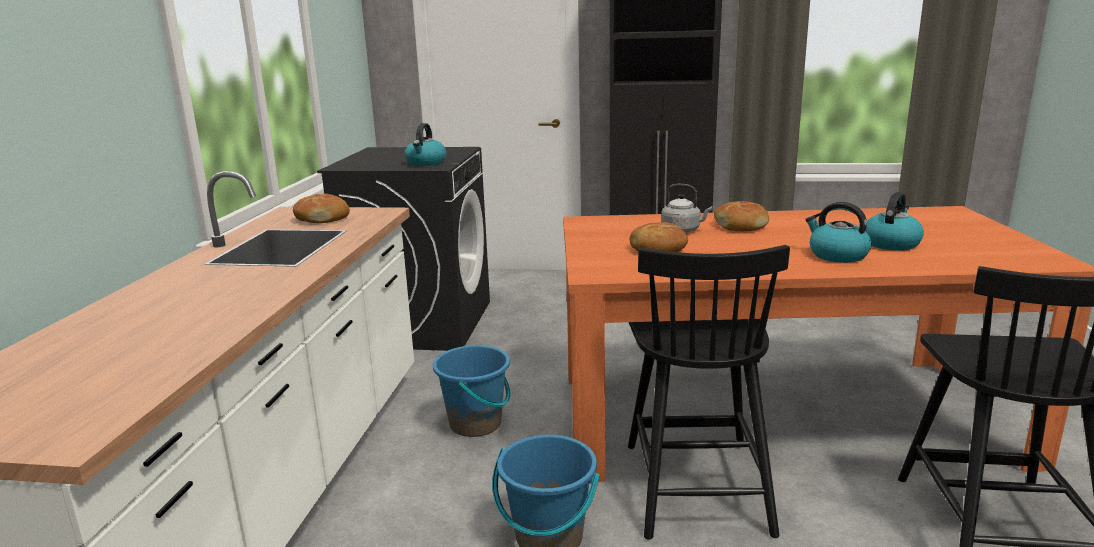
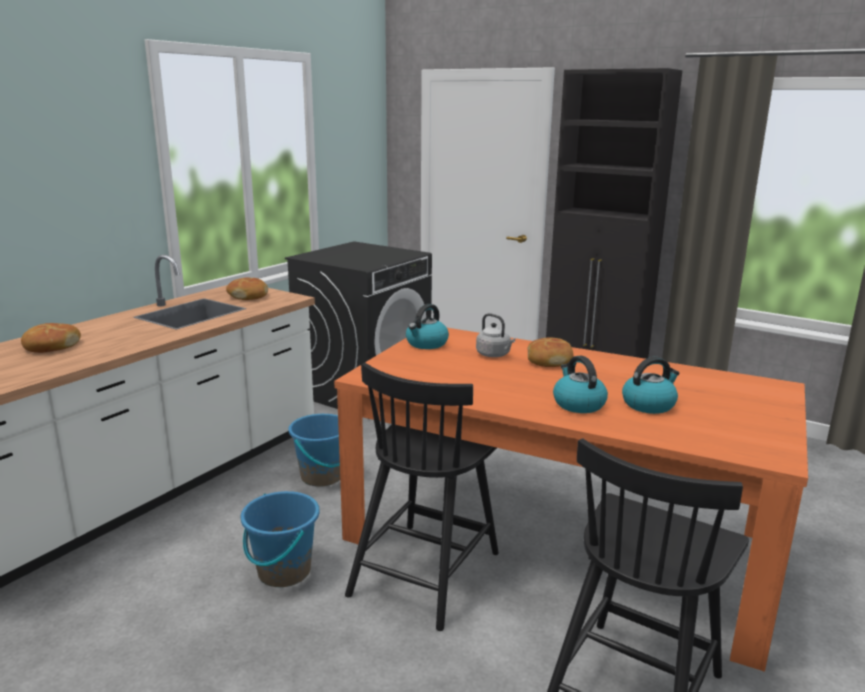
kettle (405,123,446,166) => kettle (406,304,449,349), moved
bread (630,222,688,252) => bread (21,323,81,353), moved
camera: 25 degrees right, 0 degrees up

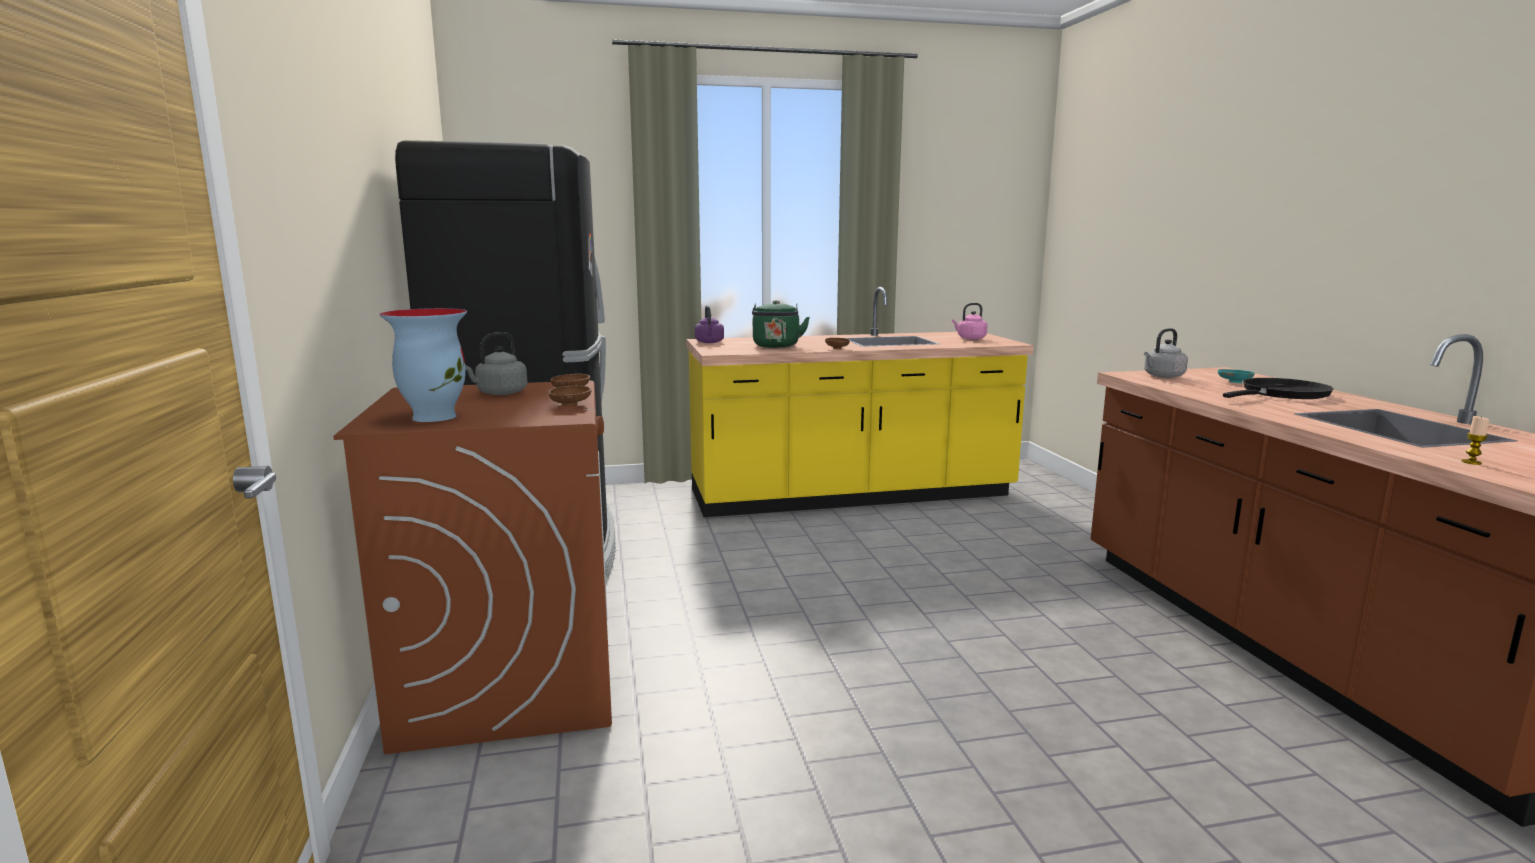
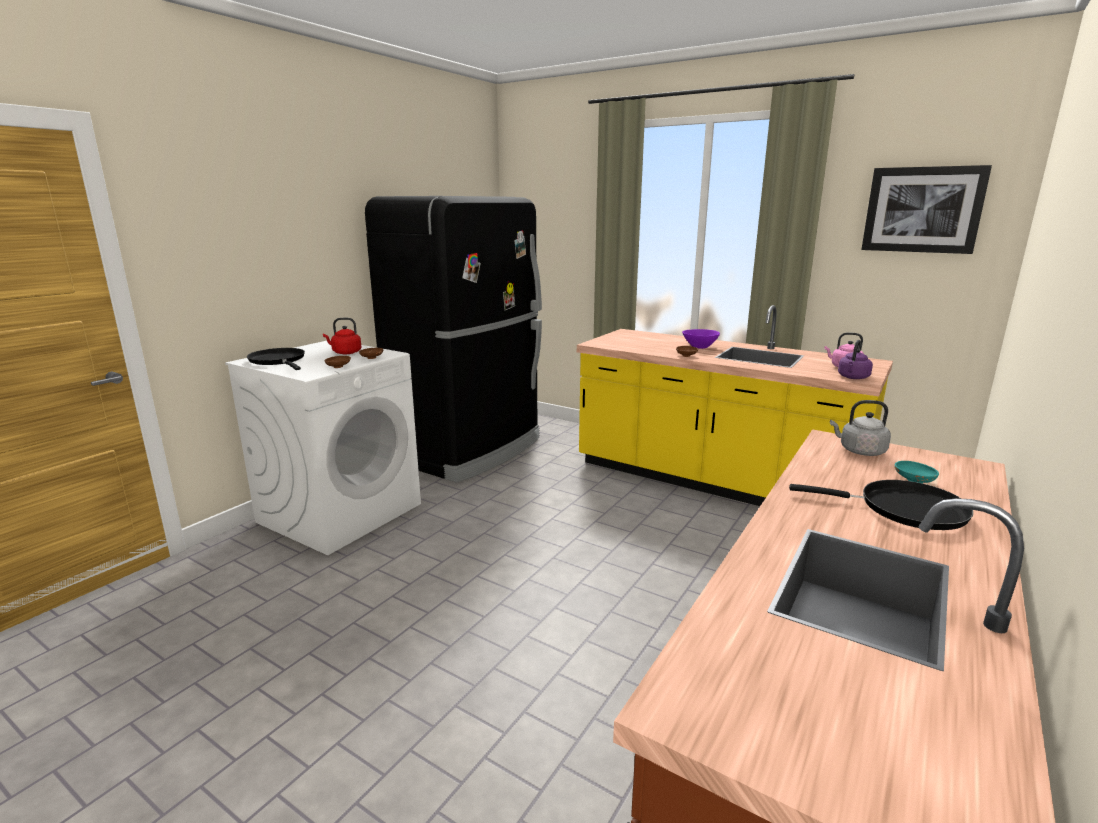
kettle (green) (752,300,810,348) => nothing
candle (1462,416,1489,465) => nothing
nothing => bowl (purple) (682,329,720,349)
nothing => picture (861,165,992,254)
kettle (purple) (695,305,724,343) => kettle (purple) (838,340,873,379), moved
vase (379,308,467,422) => frying pan (black) (247,348,305,370)
washing machine (brown) (333,380,612,754) => washing machine (white) (225,340,421,555)
kettle (grey) (465,332,527,395) => kettle (red) (323,318,361,354)
camera: 45 degrees right, 5 degrees up

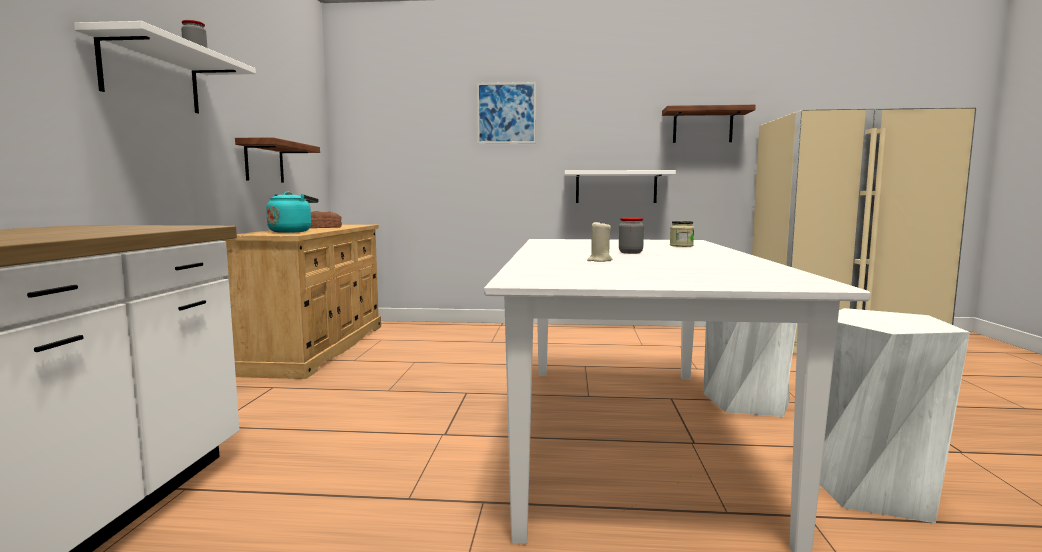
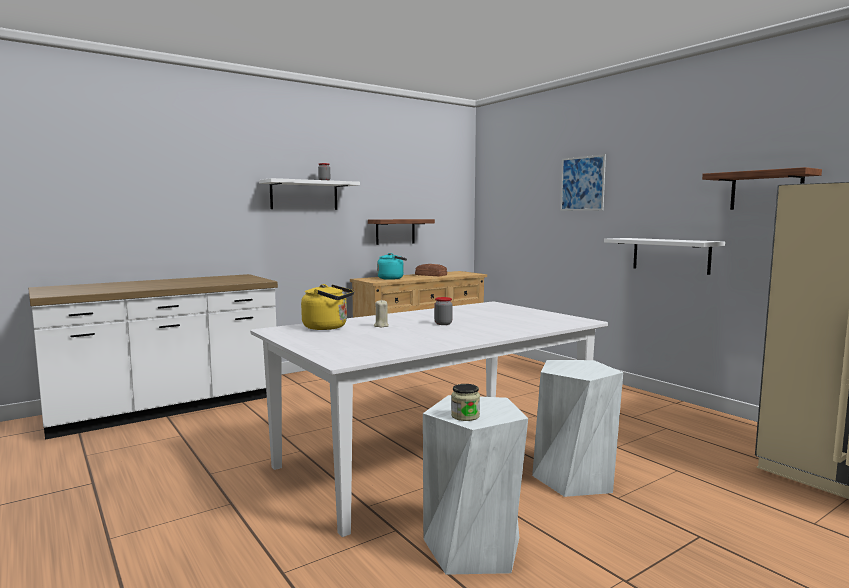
nothing => kettle (yellow) (301,284,354,330)
jar (670,221,694,247) => jar (451,384,480,421), moved
camera: 50 degrees right, 0 degrees up

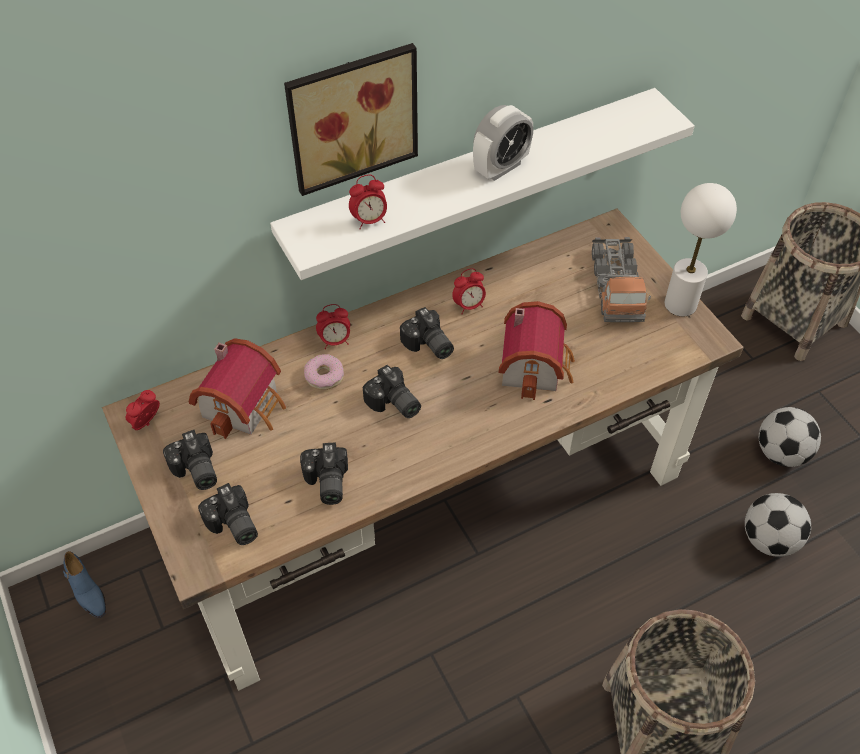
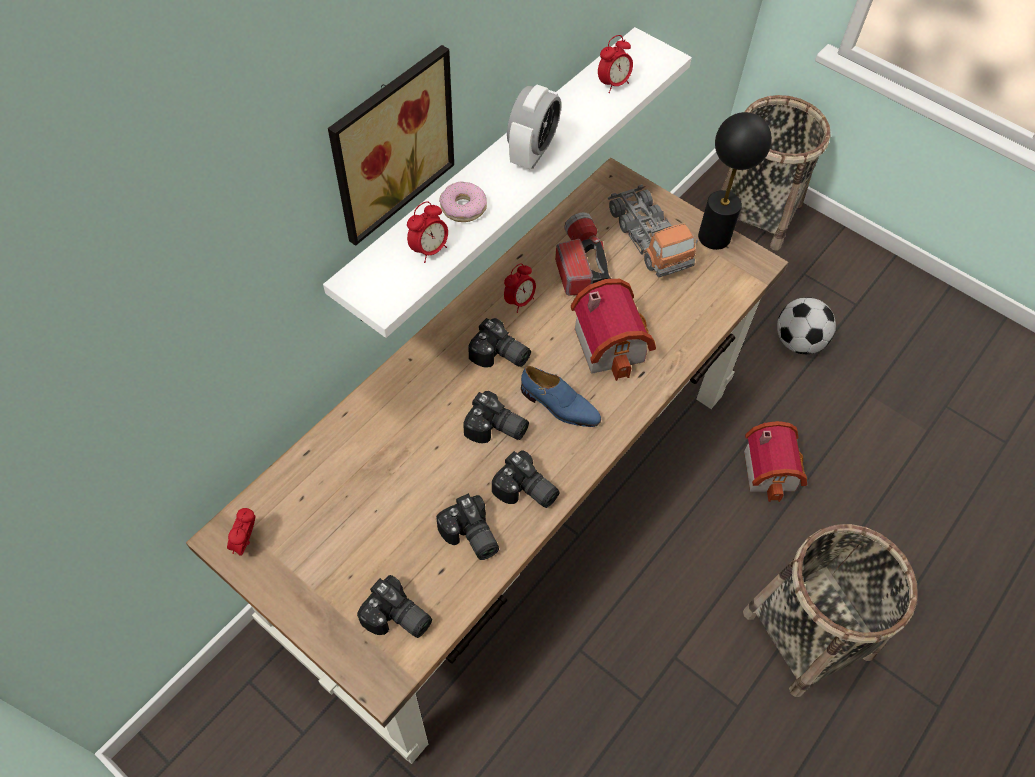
football (745,493,811,557) => nothing
nothing => flashlight (555,212,611,296)
shoe (blue) (63,551,106,618) => shoe (blue) (521,366,601,427), moved
photo camera (163,430,217,490) => photo camera (492,450,560,508), moved
toy house (189,338,286,439) => toy house (744,421,807,502), moved
donut (304,354,344,390) => donut (439,182,487,222), moved
alarm clock (316,304,350,349) => alarm clock (598,35,633,93), moved
table lamp (white) (664,183,737,316) => table lamp (black) (698,112,772,250)
camera: 25 degrees left, 5 degrees up

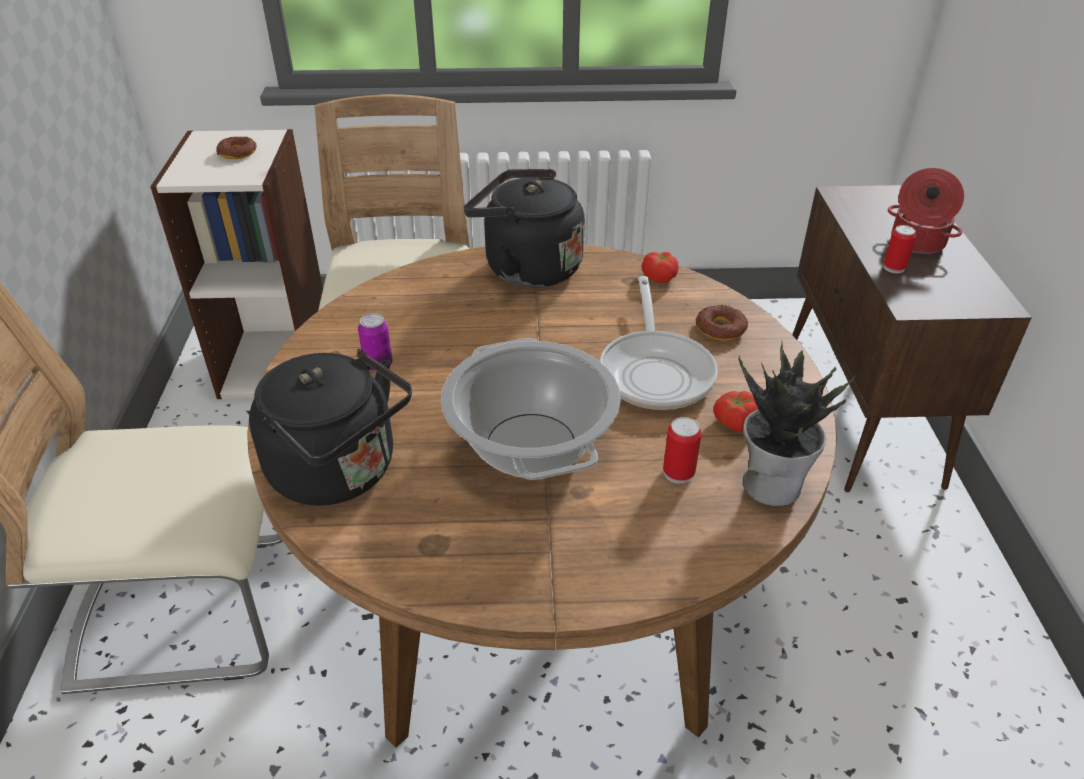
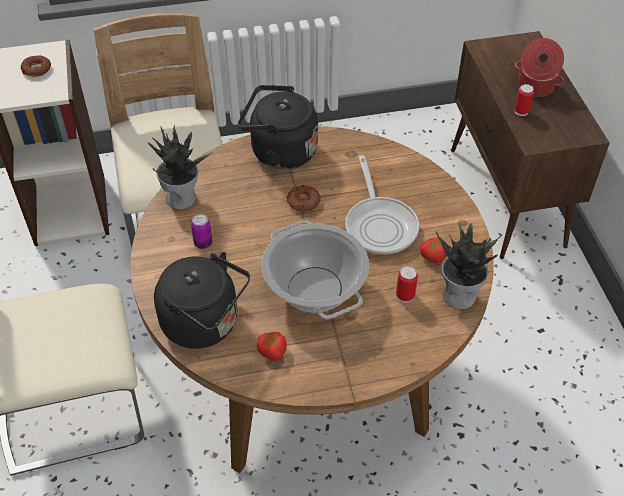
nothing => potted plant (148,125,212,210)
tomato (642,252,678,283) => tomato (257,332,287,361), moved
donut (695,305,748,341) => donut (287,185,321,212), moved
camera: 10 degrees left, 10 degrees up

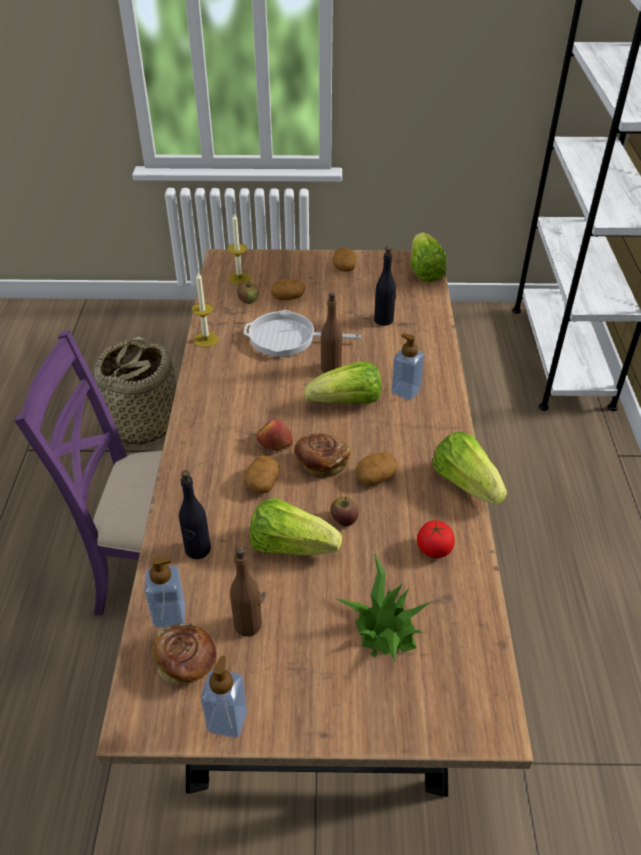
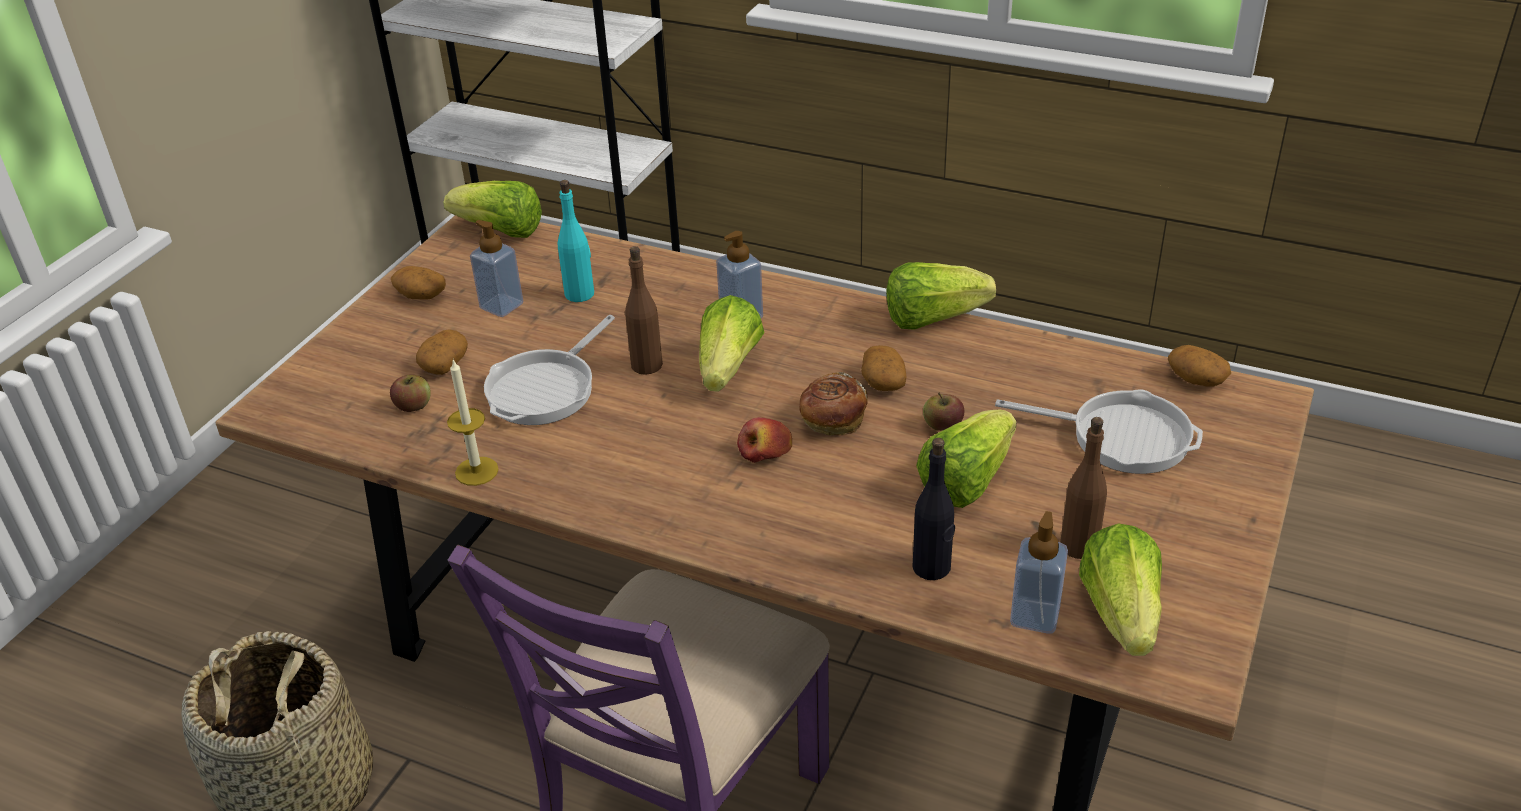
candle (227,213,251,285) => nothing
tomato (417,521,455,558) => nothing
soap dispenser (200,656,247,738) => soap dispenser (470,220,523,317), moved
potato (244,455,279,494) => potato (1168,345,1231,386), moved
bread (153,623,217,685) => lettuce (1079,524,1162,656)
potted plant (334,552,431,662) => frying pan (995,389,1203,474)
bottle (black) (374,246,396,326) => bottle (turquoise) (558,180,594,302)
camera: 65 degrees left, 5 degrees down

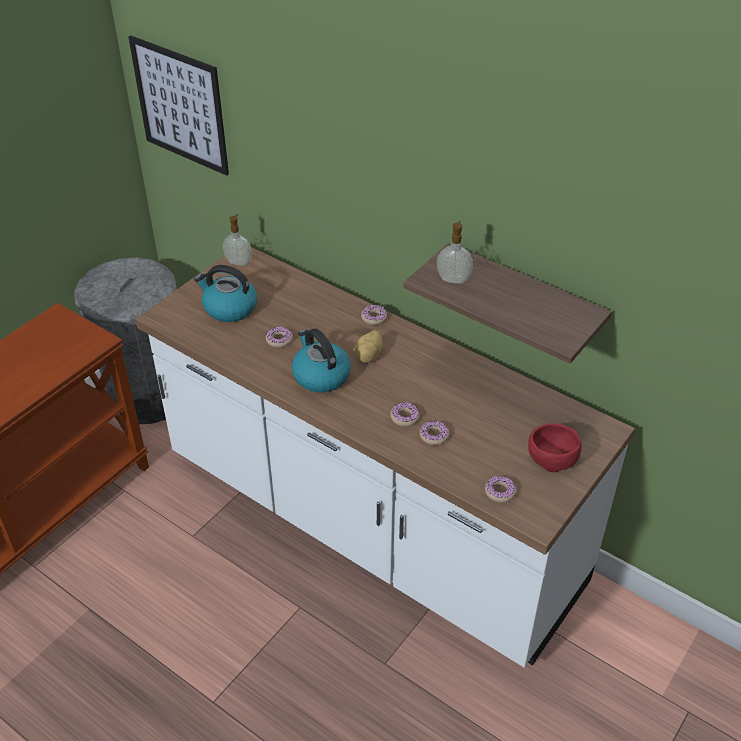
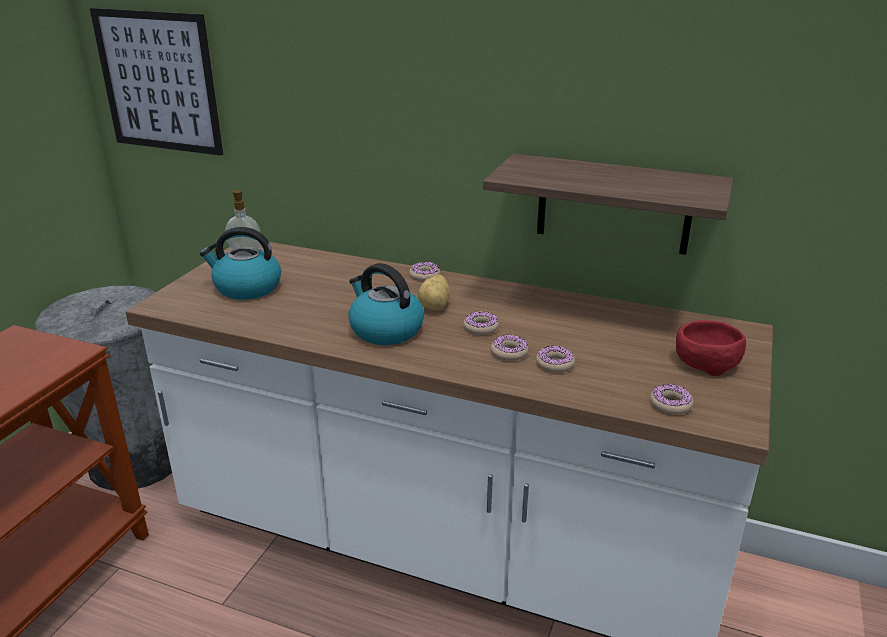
soap dispenser (437,221,473,284) => nothing
donut (266,326,293,348) => donut (463,311,499,335), moved
camera: 15 degrees left, 15 degrees down

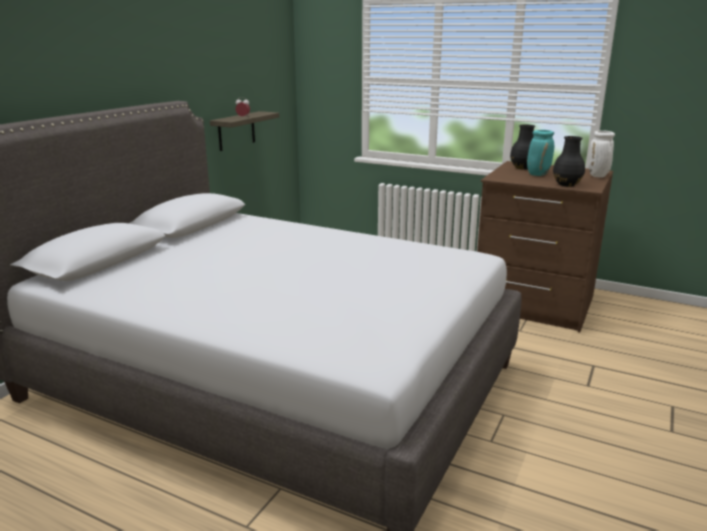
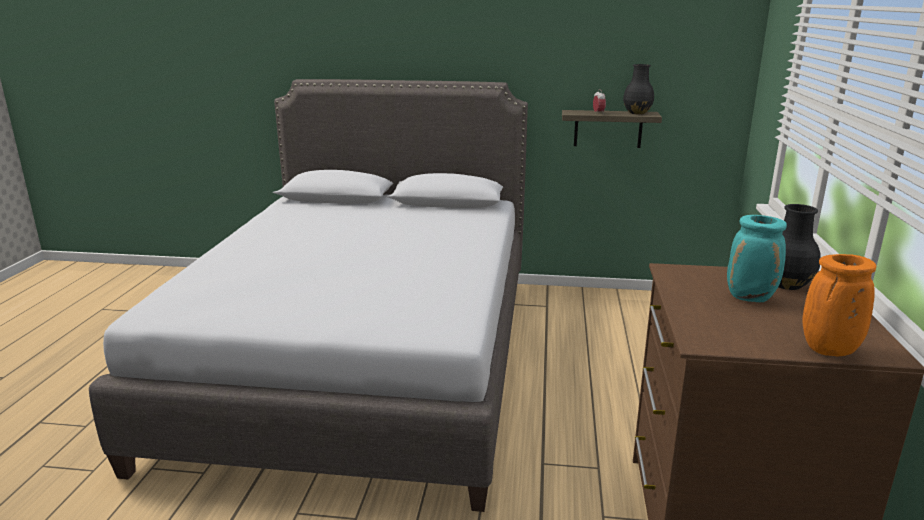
vase (black) (553,136,585,186) => vase (black) (623,64,654,114), moved
vase (white) (589,130,615,177) => vase (orange) (803,254,876,356)
camera: 70 degrees right, 0 degrees up

